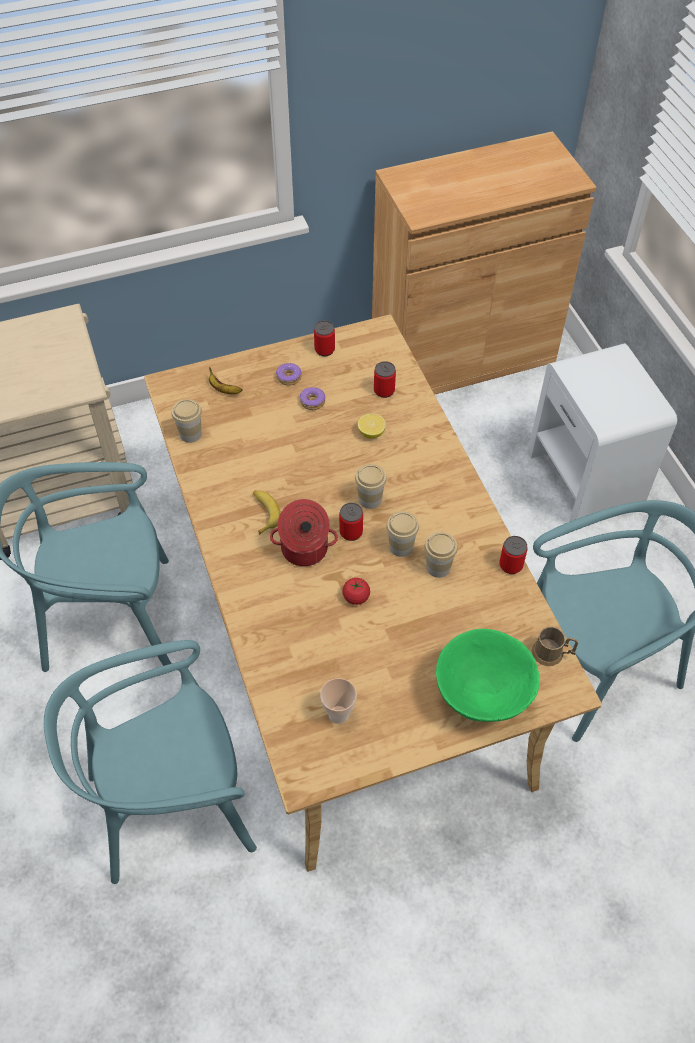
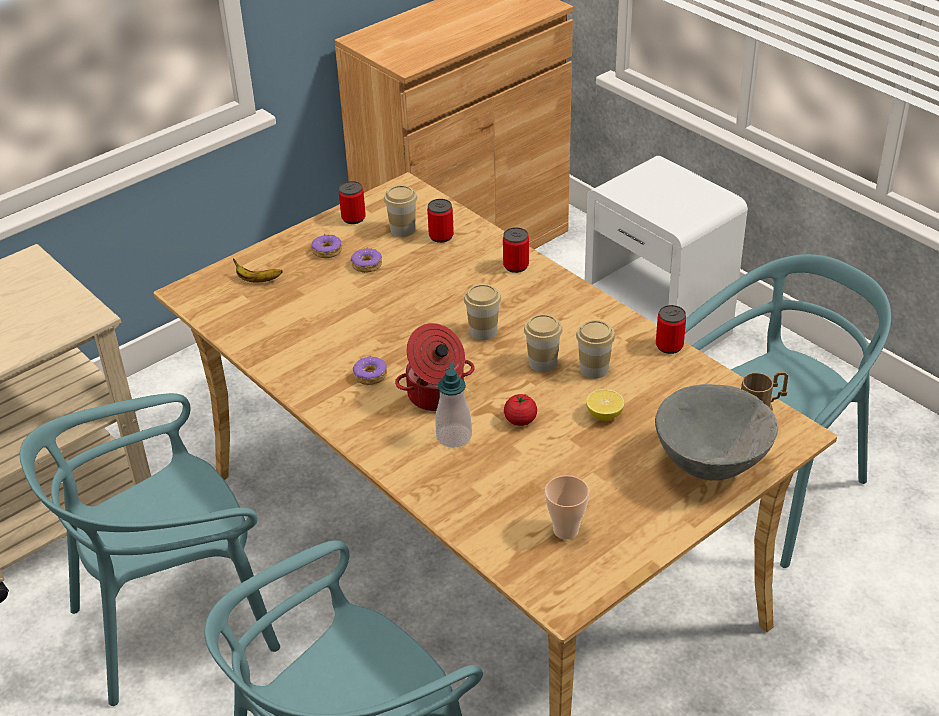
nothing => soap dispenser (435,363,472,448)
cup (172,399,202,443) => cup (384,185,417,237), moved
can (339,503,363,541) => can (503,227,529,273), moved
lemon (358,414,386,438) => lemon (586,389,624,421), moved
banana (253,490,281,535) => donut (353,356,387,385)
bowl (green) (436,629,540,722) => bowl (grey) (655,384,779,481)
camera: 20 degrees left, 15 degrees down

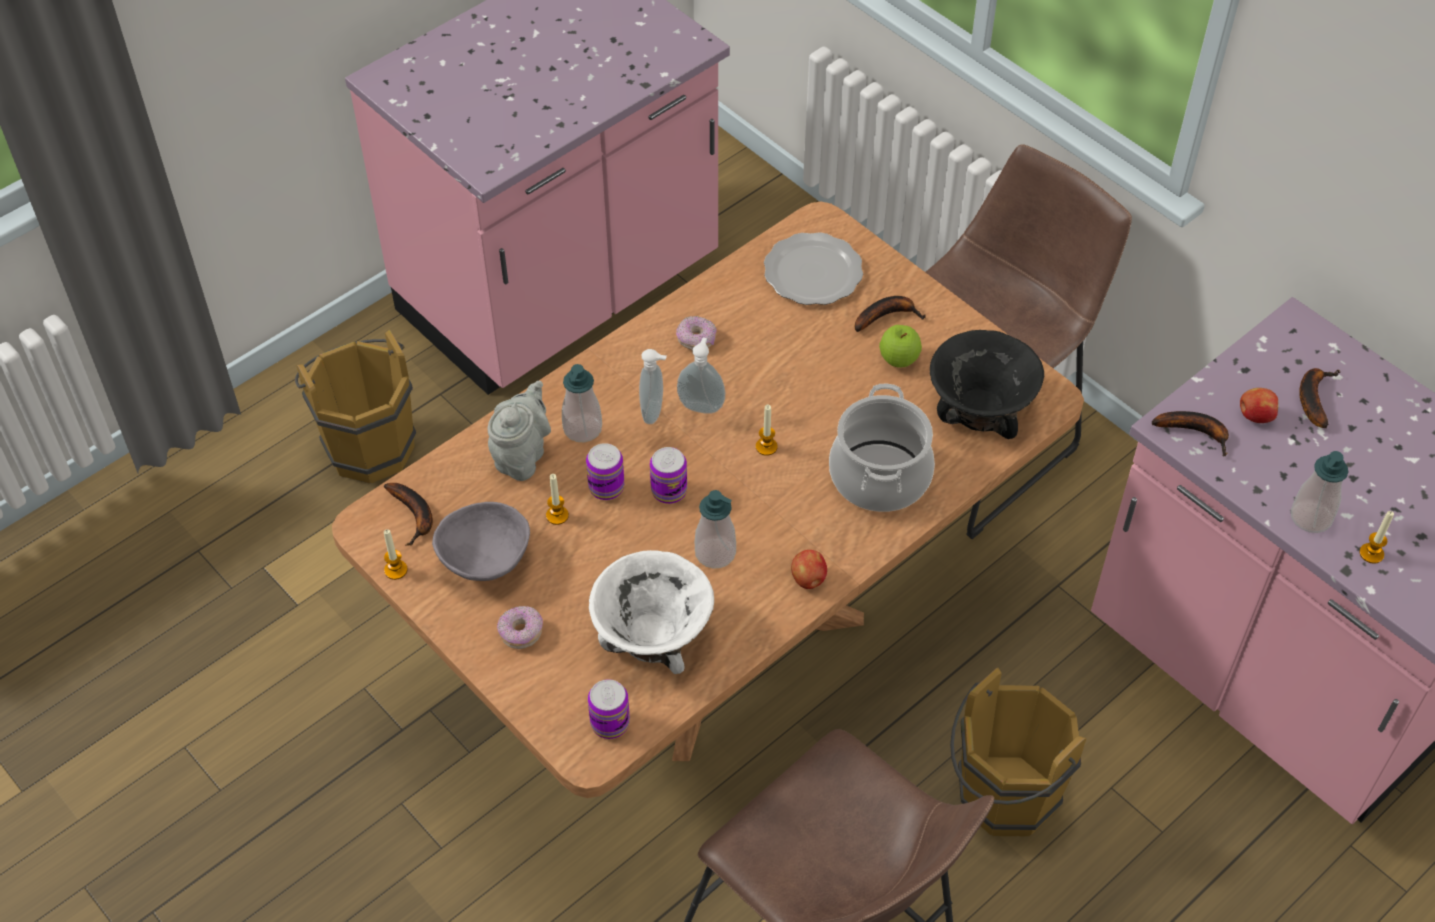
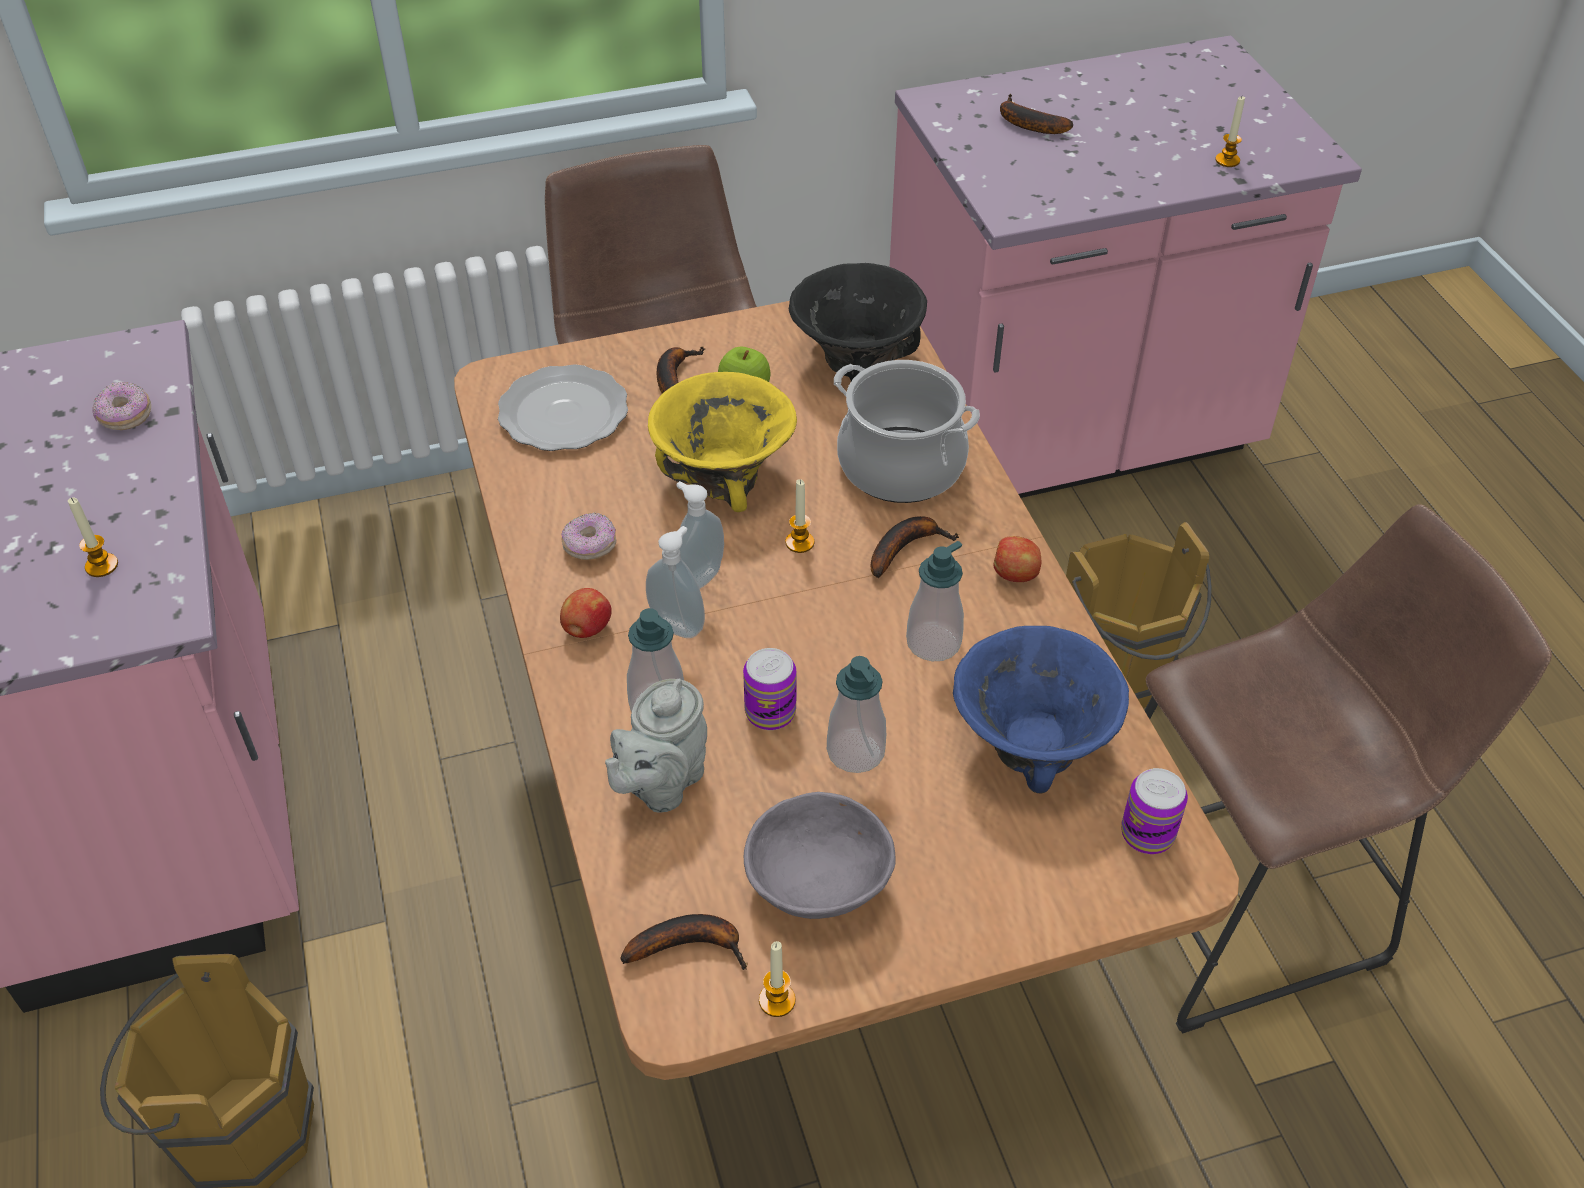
can (650,447,687,504) => nothing
nothing => bowl (yellow) (648,372,797,512)
donut (497,606,543,649) => donut (92,382,151,430), moved
candle (546,474,569,525) => candle (68,498,118,577), moved
banana (1152,411,1229,457) => banana (871,516,959,578), moved
apple (1240,388,1278,423) => apple (560,588,612,638), moved
soap dispenser (1291,451,1348,533) => soap dispenser (827,656,886,773), moved
bowl (white) (589,550,714,674) => bowl (blue) (953,626,1129,793)
teapot (grey) (488,381,551,481) => teapot (grey) (605,679,707,813), 105 degrees counterclockwise
camera: 65 degrees left, 5 degrees down

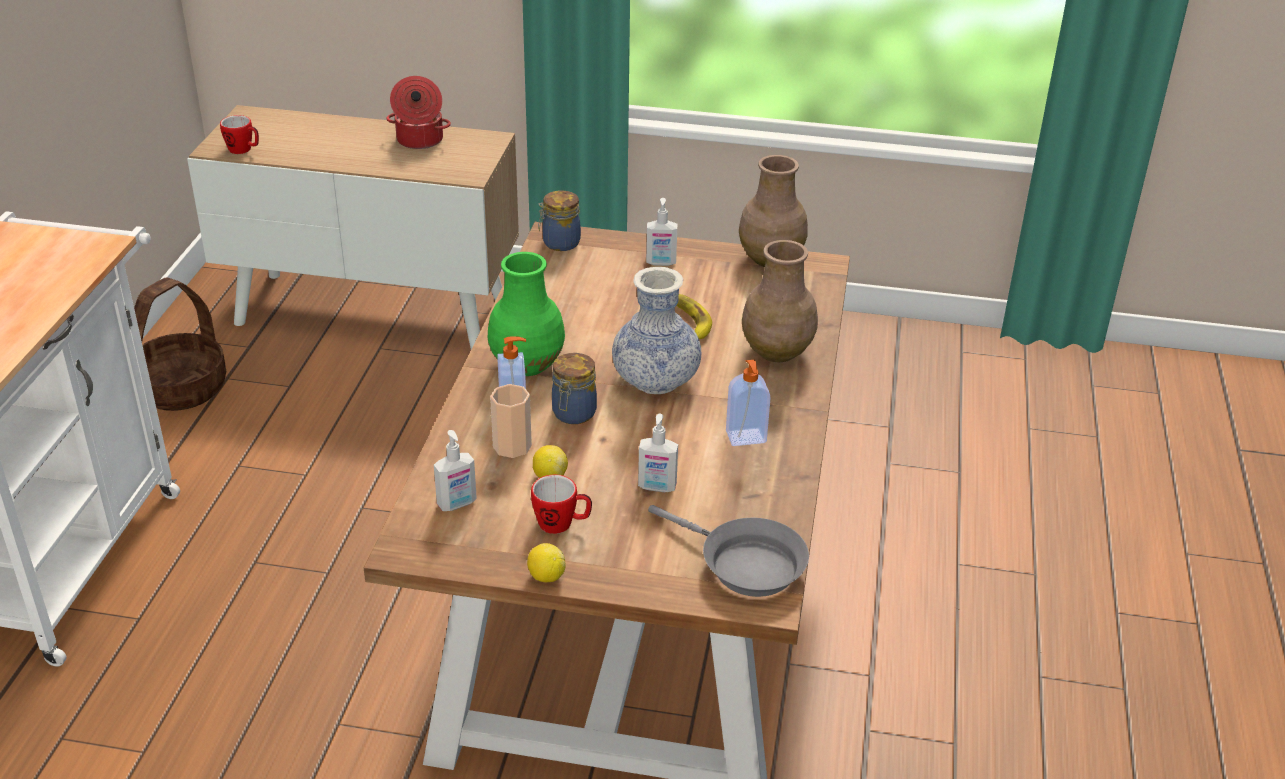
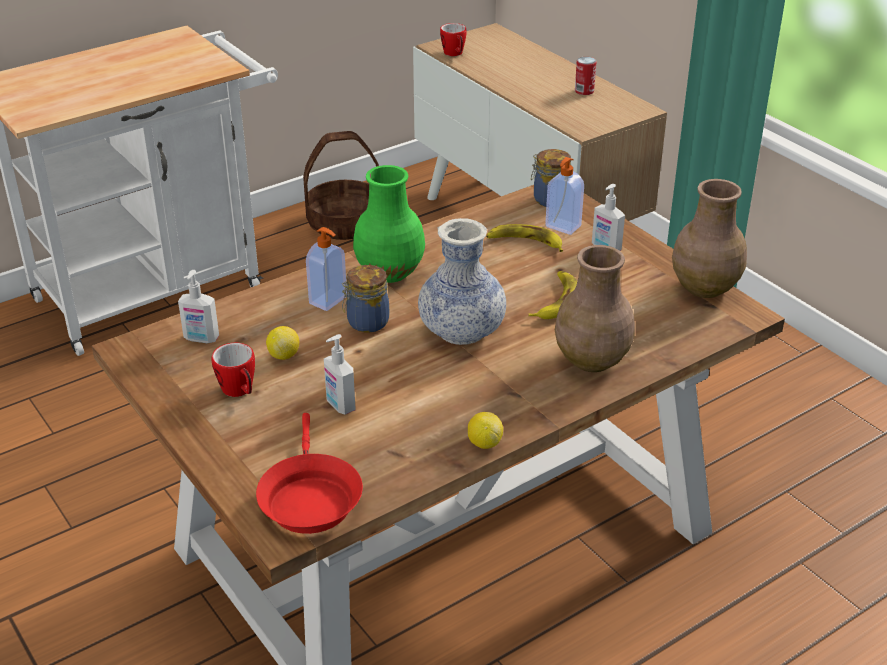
cup (490,384,532,458) => nothing
nothing => banana (486,224,563,252)
lemon (527,543,566,582) => lemon (468,412,503,449), moved
soap dispenser (726,360,771,446) => soap dispenser (545,157,584,235), moved
cooking pot (386,76,451,149) => can (575,57,597,95)
frying pan (grey) (648,505,809,597) => frying pan (red) (256,413,363,534)
camera: 45 degrees right, 0 degrees up

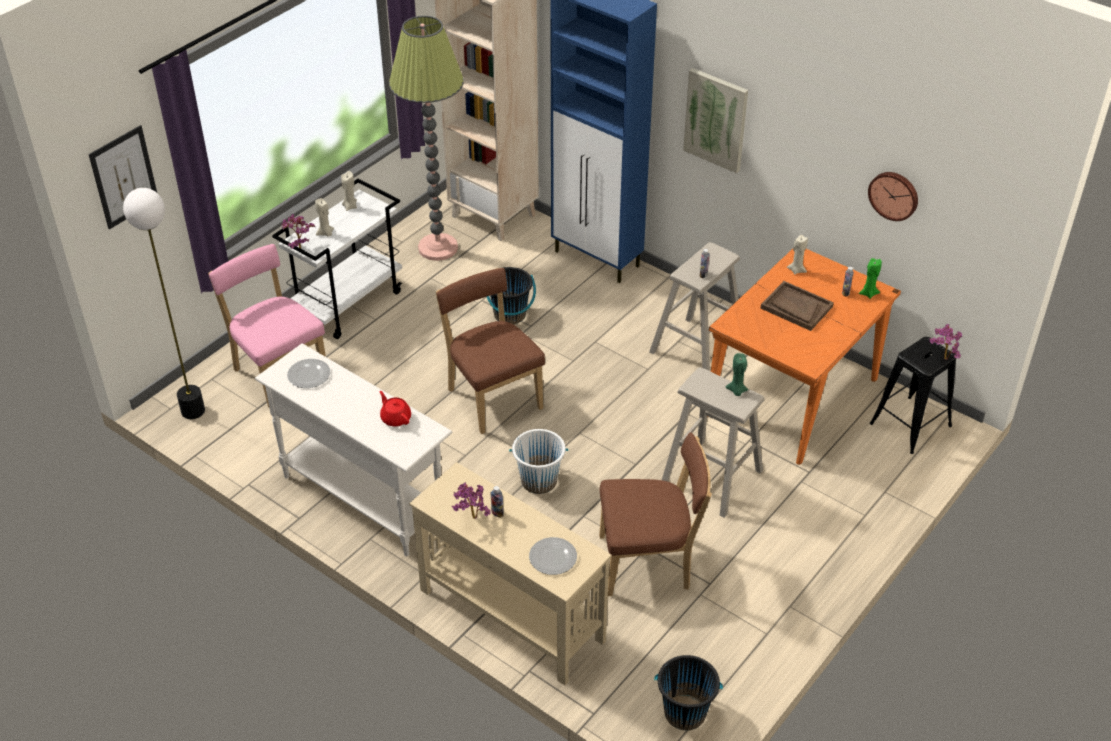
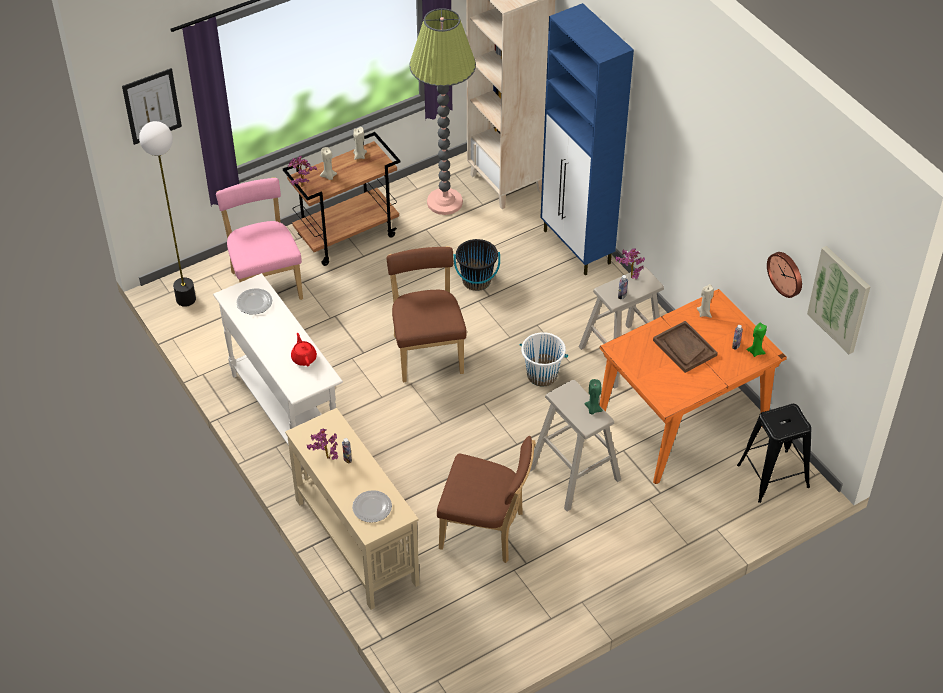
bucket (black) (654,655,723,730) => nothing
bucket (white) (509,429,568,494) => bucket (white) (519,332,568,386), moved
picture (683,68,748,173) => picture (807,246,870,354), moved
potted plant (929,324,962,360) => potted plant (616,248,645,279), moved
cart (white) (272,179,402,339) => cart (brown) (283,132,401,266)
camera: 20 degrees right, 5 degrees up

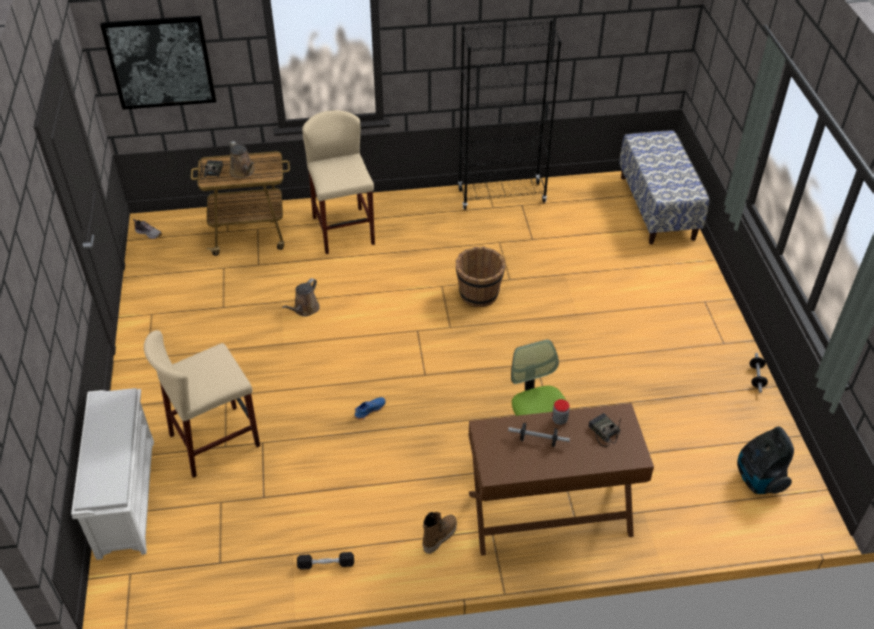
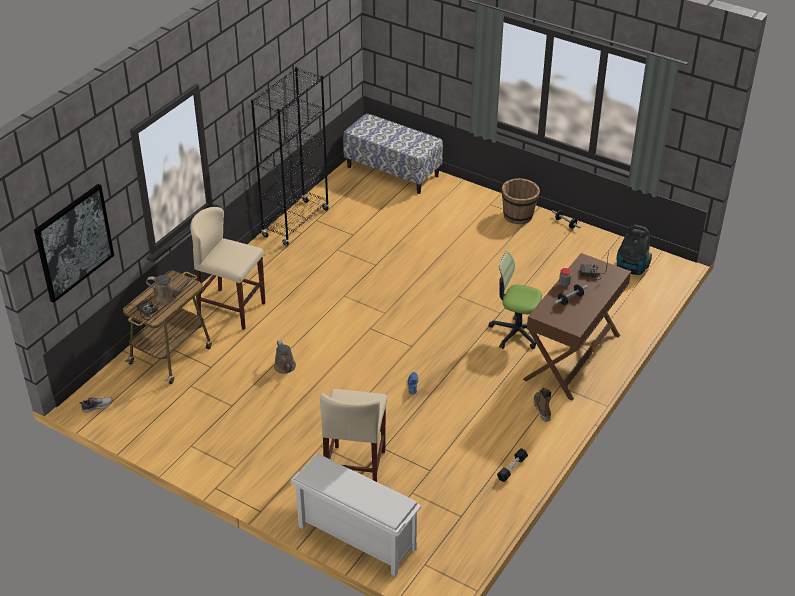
bucket (brown) (456,247,505,307) => bucket (brown) (502,178,540,224), moved
camera: 50 degrees left, 5 degrees down

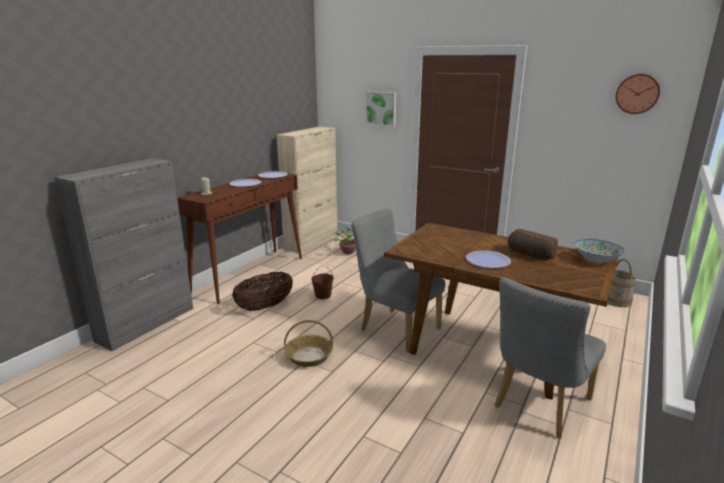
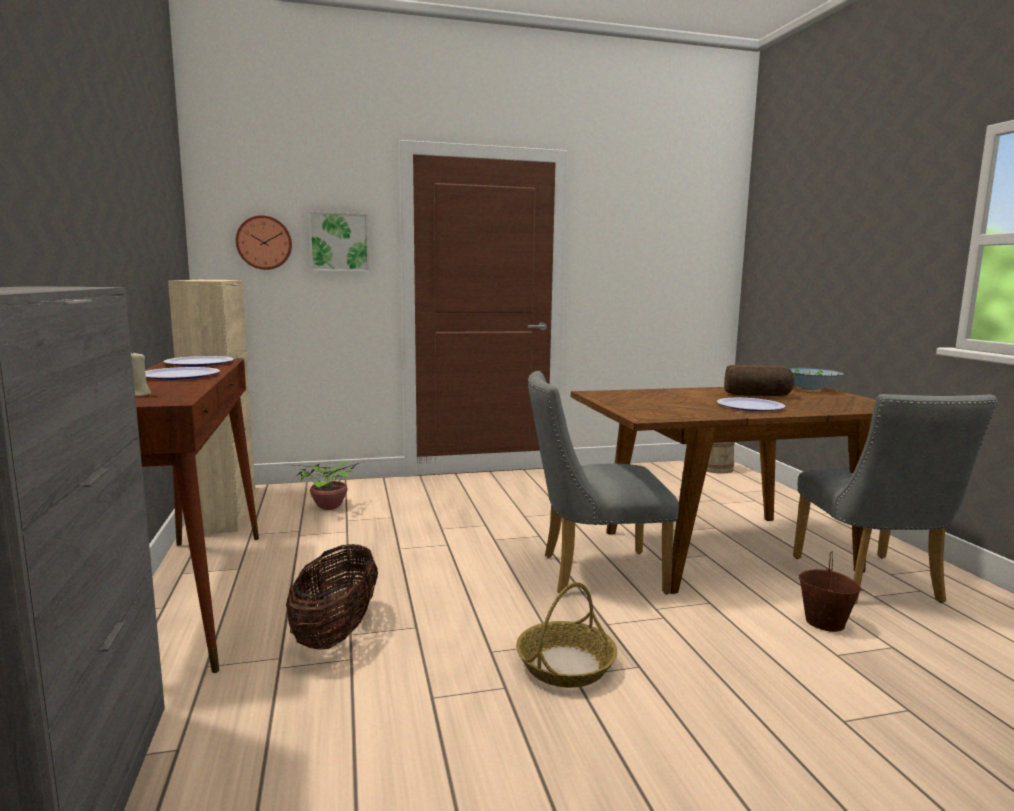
bucket (brown) (311,266,334,299) => bucket (brown) (798,551,861,632), moved
wall clock (615,74,660,114) => wall clock (236,215,292,270), moved
camera: 45 degrees left, 10 degrees down

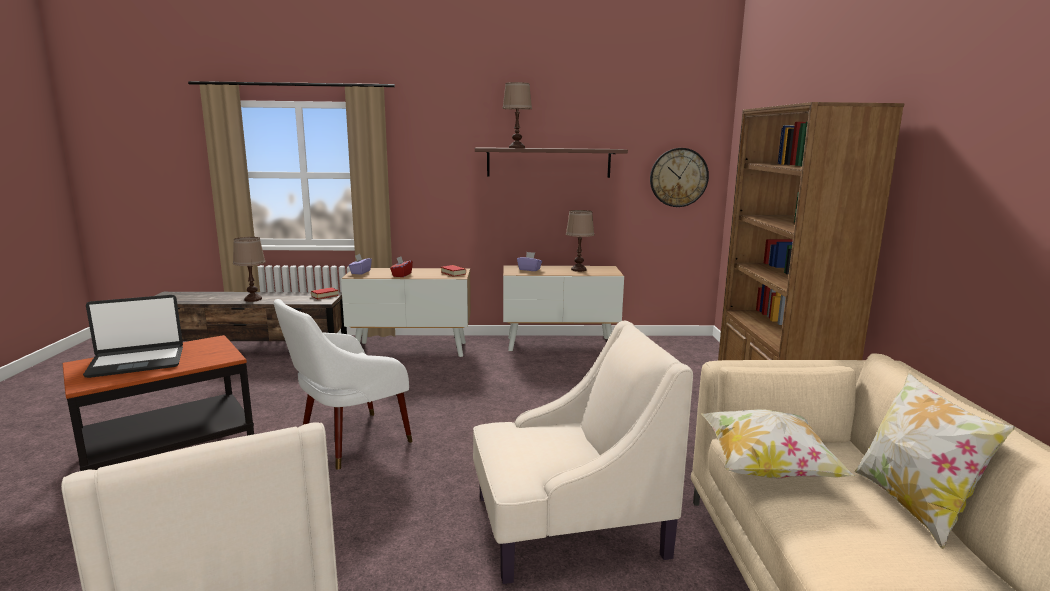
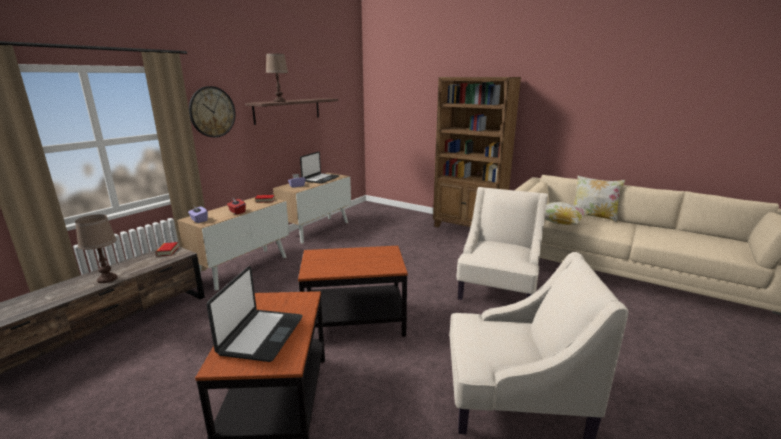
wall clock (650,148,709,207) => wall clock (189,86,235,138), moved
armchair (white) (274,299,413,470) => side table (298,246,408,337)
table lamp (brown) (566,210,594,272) => laptop (300,152,339,184)
camera: 55 degrees left, 5 degrees up

